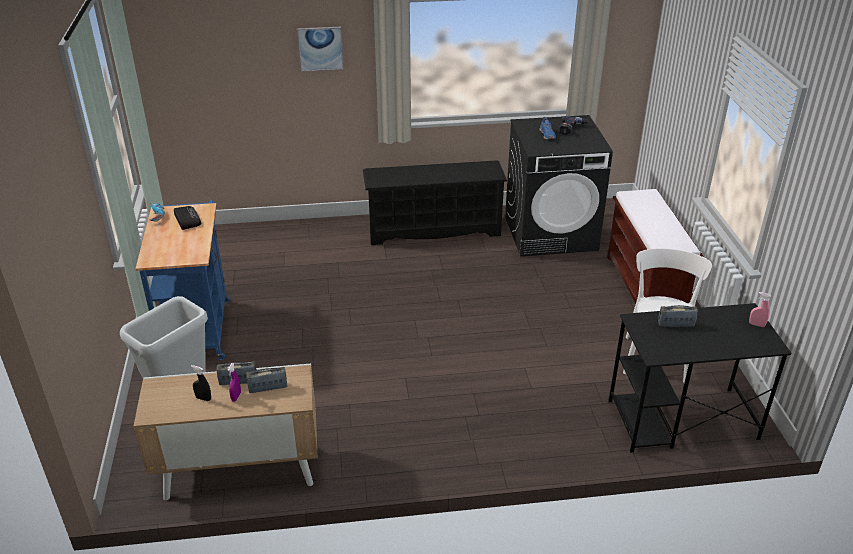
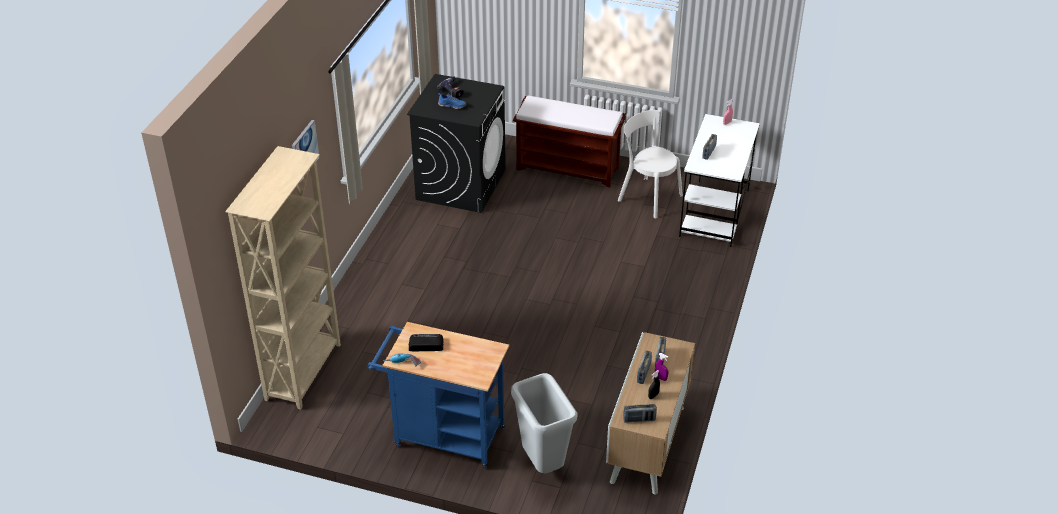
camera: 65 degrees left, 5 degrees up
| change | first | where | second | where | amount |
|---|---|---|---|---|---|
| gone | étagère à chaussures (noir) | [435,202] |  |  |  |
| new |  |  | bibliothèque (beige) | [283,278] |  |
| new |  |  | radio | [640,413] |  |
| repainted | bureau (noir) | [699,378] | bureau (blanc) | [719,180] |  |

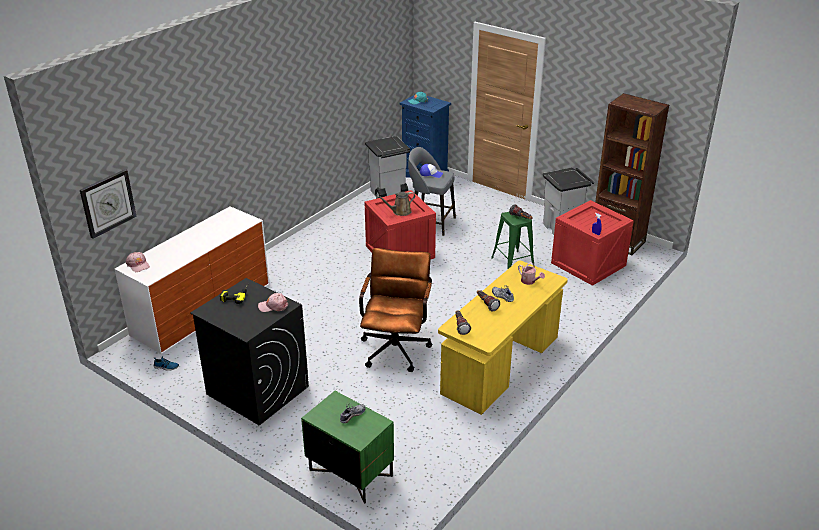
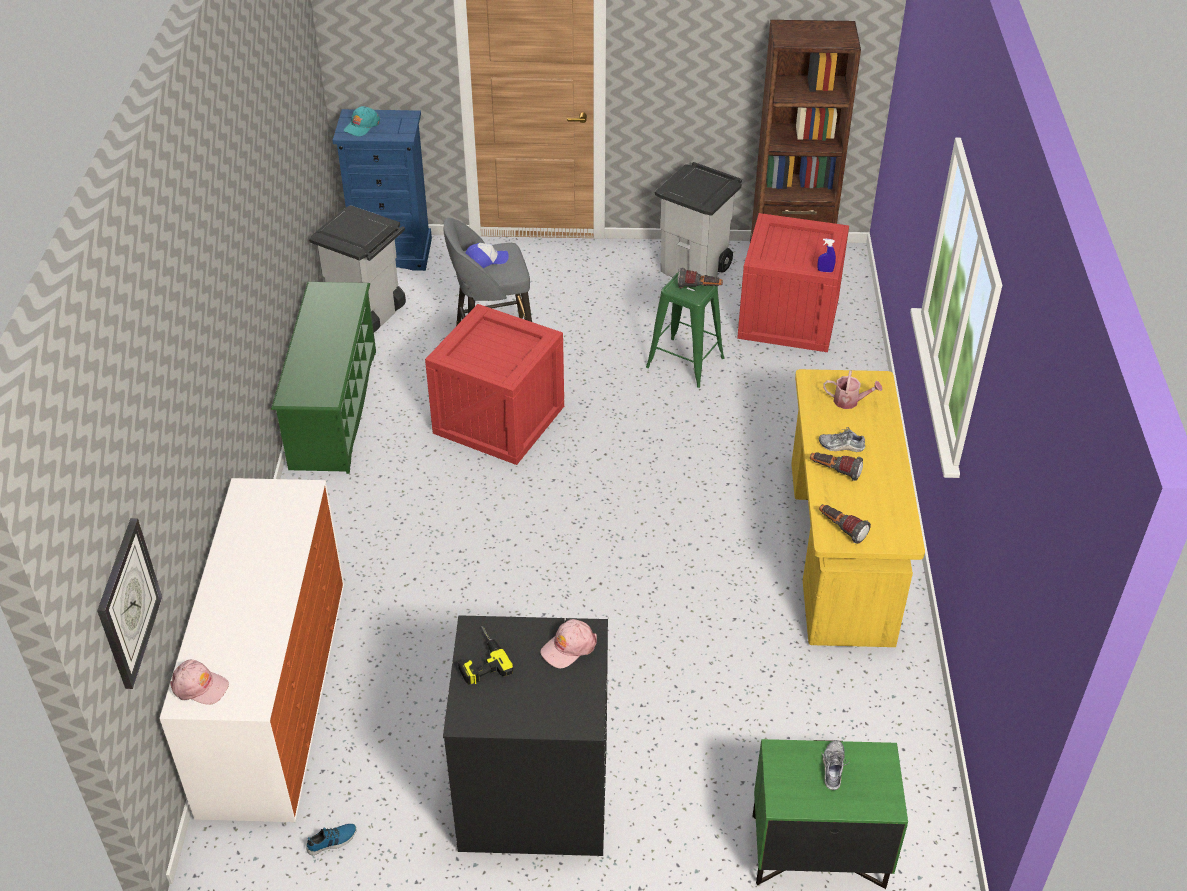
camera: 35 degrees left, 10 degrees up
| change | first | where | second | where | amount |
|---|---|---|---|---|---|
| gone | chaise de bureau (marron) | [396,310] |  |  |  |
| gone | arrosoir (marron) | [396,204] |  |  |  |
| new |  |  | étagère à chaussures (vert) | [323,378] |  |

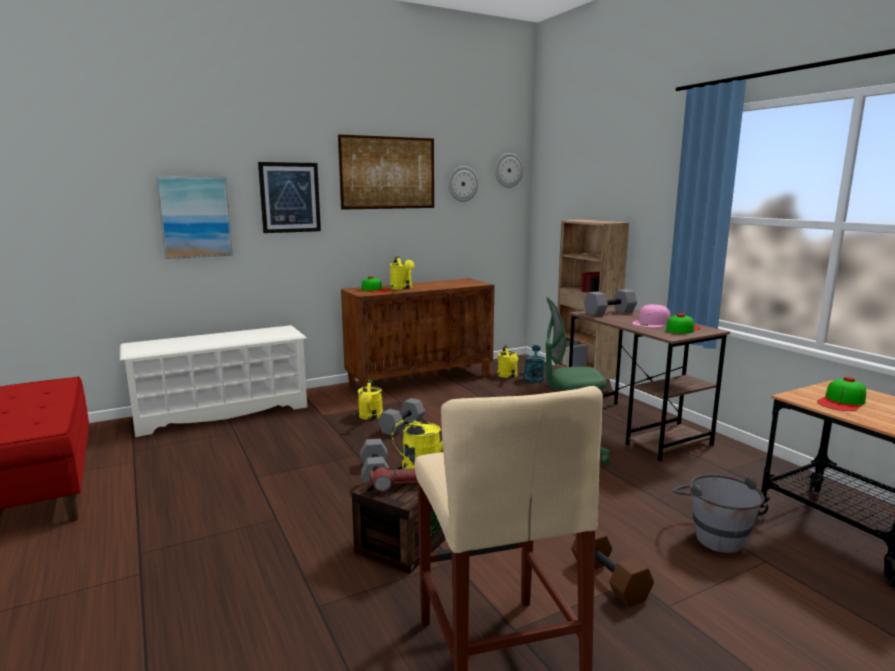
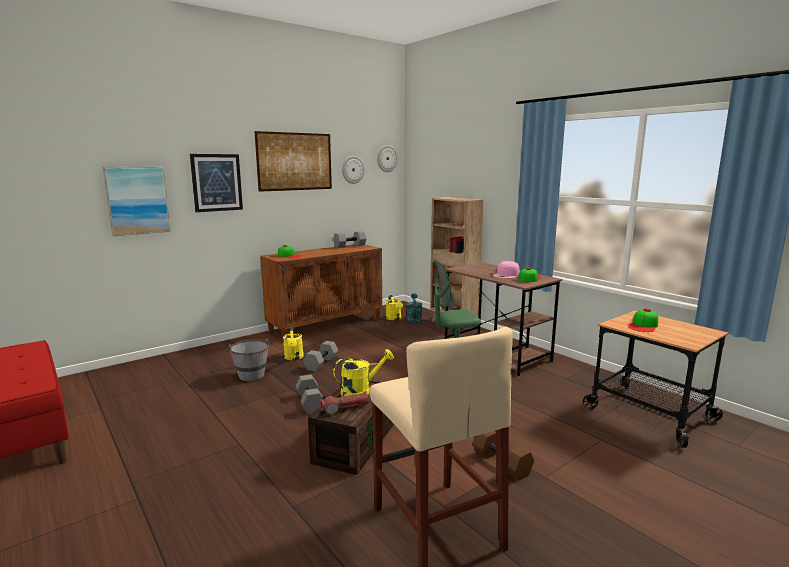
camera: 10 degrees left, 0 degrees up
| change | first | where | second | where | amount |
|---|---|---|---|---|---|
| gone | étagère à chaussures (blanc) | [213,381] |  |  |  |
| gone | arrosoir (jaune) | [402,273] |  |  |  |
| shifted | haltère (gris) | [610,302] |  | [349,239] |  |
| shifted | seau (gris) | [719,513] |  | [247,360] |  |

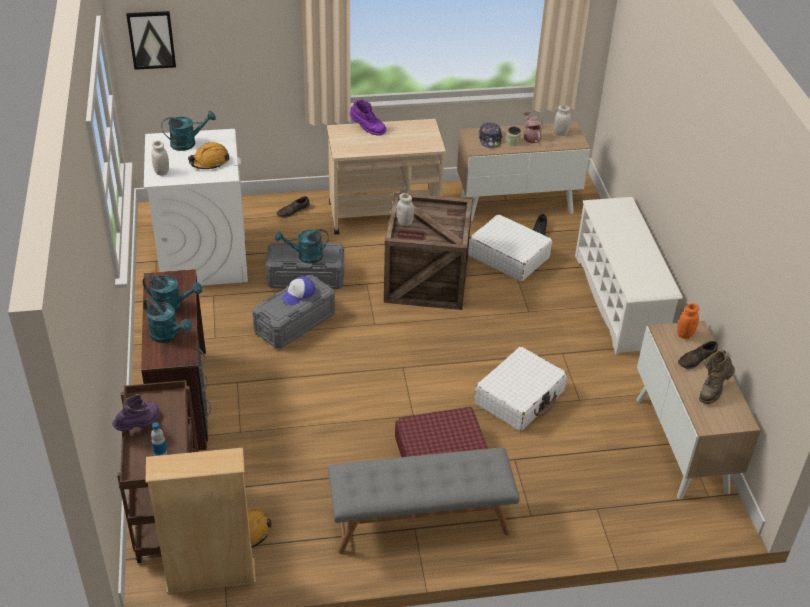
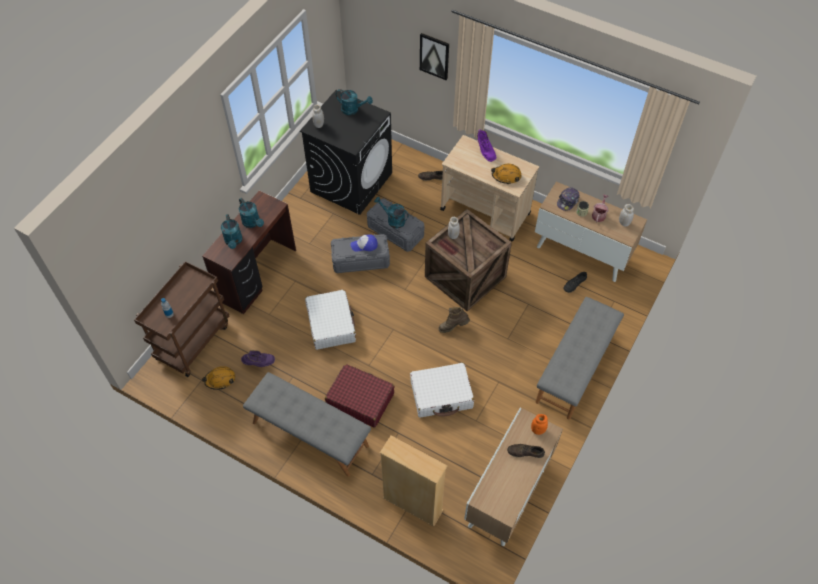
camera: 40 degrees right, 15 degrees up
| change | first | where | second | where | amount |
|---|---|---|---|---|---|
| shifted | botte (violet) | [136,412] |  | [258,358] |  |
| shifted | tableau | [151,40] |  | [434,56] |  |
| shifted | bibliothèque (beige) | [201,521] |  | [413,481] |  |
| shifted | casque de chantier (orange) | [209,155] |  | [506,174] |  |
| shifted | valise (blanc) | [510,247] |  | [330,320] |  |
| shifted | botte (marron) | [717,377] |  | [454,320] |  |
| swapped | étagère à chaussures (blanc) | [629,276] | banc (gris) | [580,358] |  |
| repainted | lave-linge (blanc) | [196,207] | lave-linge (noir) | [346,152] |  |

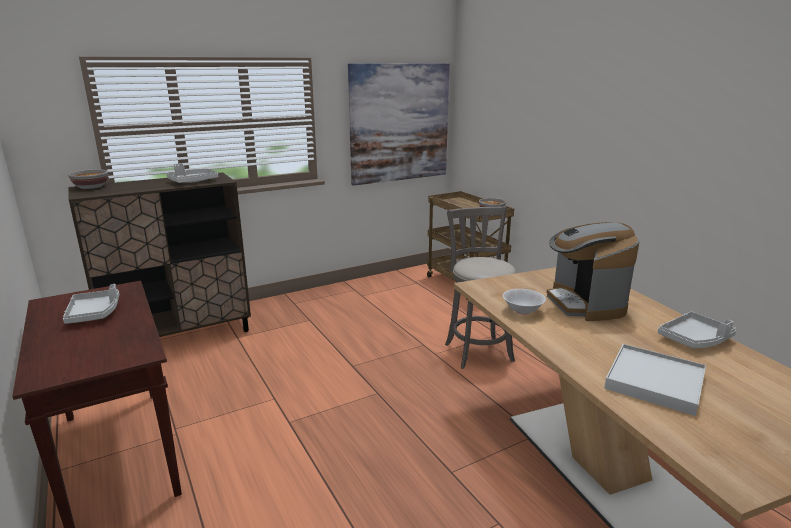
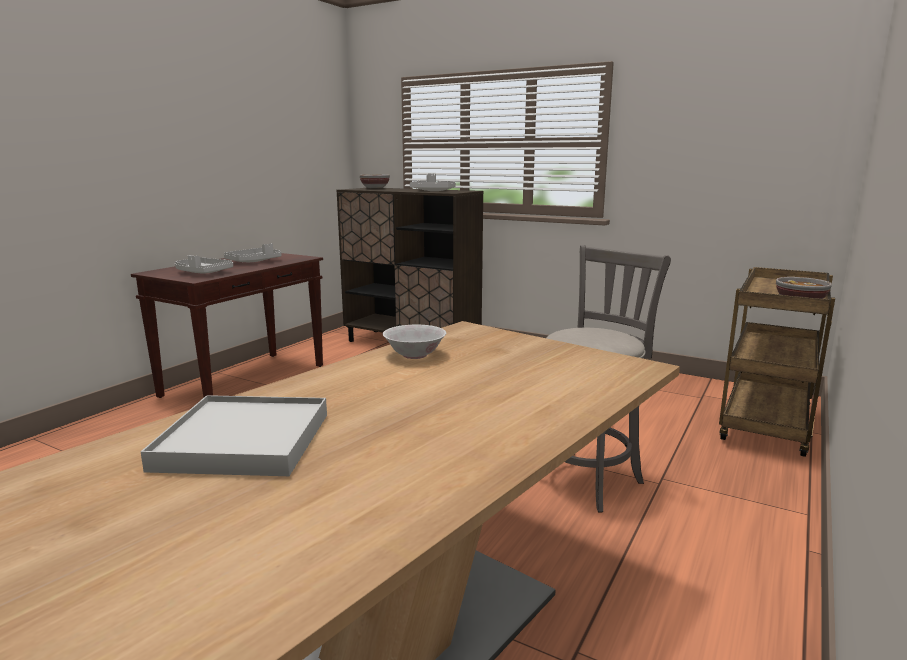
camera: 60 degrees right, 5 degrees down
| change | first | where | second | where | amount |
|---|---|---|---|---|---|
| gone | tableau | [399,124] |  |  |  |
| gone | machine à café | [593,271] |  |  |  |
| shifted | plateau (gris) | [697,330] |  | [204,264] |  |

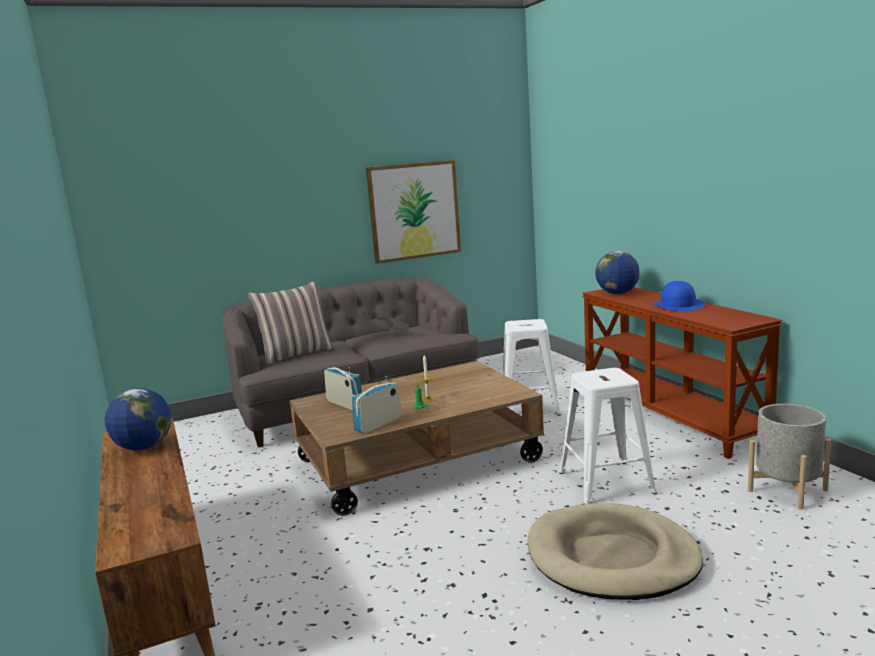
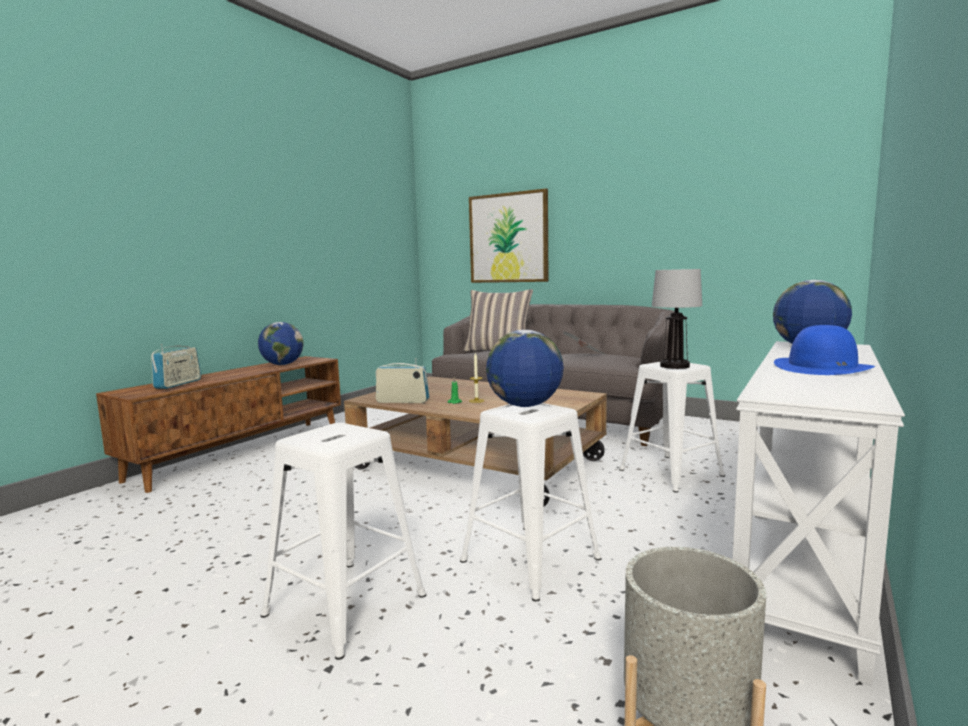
camera: 55 degrees right, 5 degrees down
| change | first | where | second | where | amount |
|---|---|---|---|---|---|
| new |  |  | globe | [525,368] |  |
| new |  |  | lampe de table | [677,319] |  |
| shifted | radio | [343,388] |  | [176,366] |  |
| shifted | tableau | [413,212] |  | [508,235] |  |
| swapped | panier pour chien (beige) | [615,551] | tabouret (blanc) | [343,541] |  |
| repainted | table console (marron) | [682,373] | table console (blanc) | [818,513] |  |

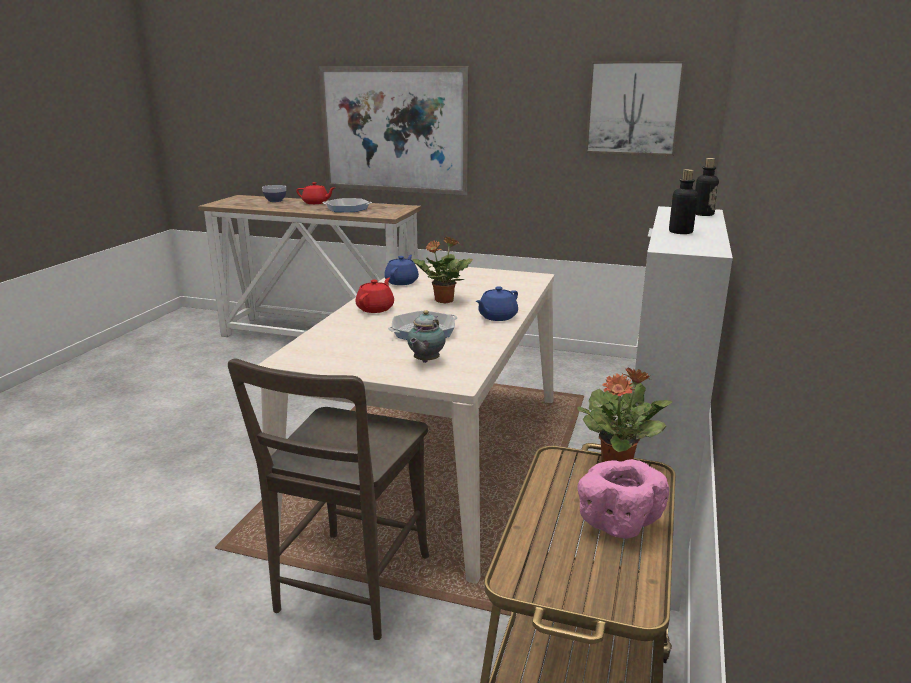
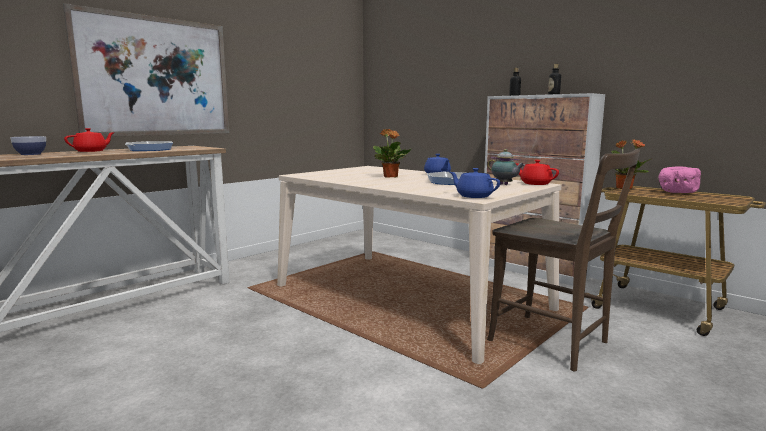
camera: 65 degrees left, 10 degrees down
| change | first | where | second | where | amount |
|---|---|---|---|---|---|
| gone | tableau | [635,108] |  |  |  |
| shifted | théière (rouge) | [374,295] |  | [537,172] |  |
| shifted | théière (bleu) | [401,270] |  | [475,183] |  |

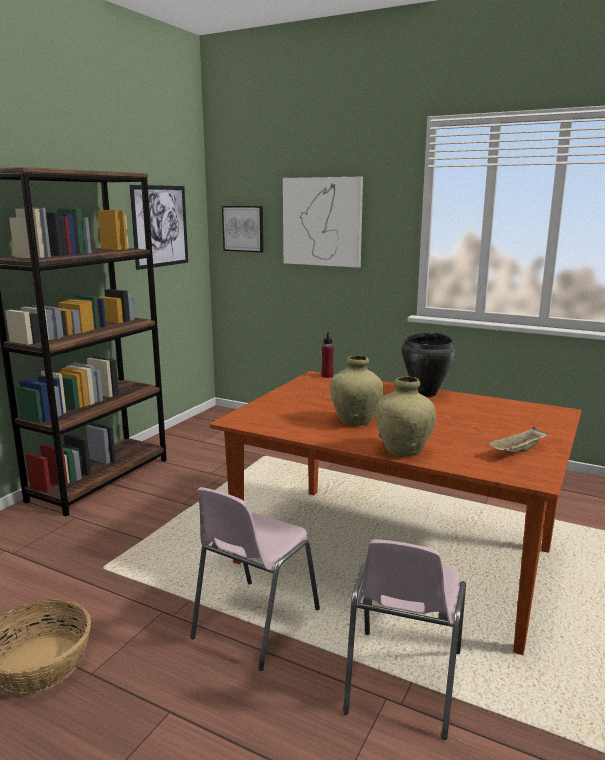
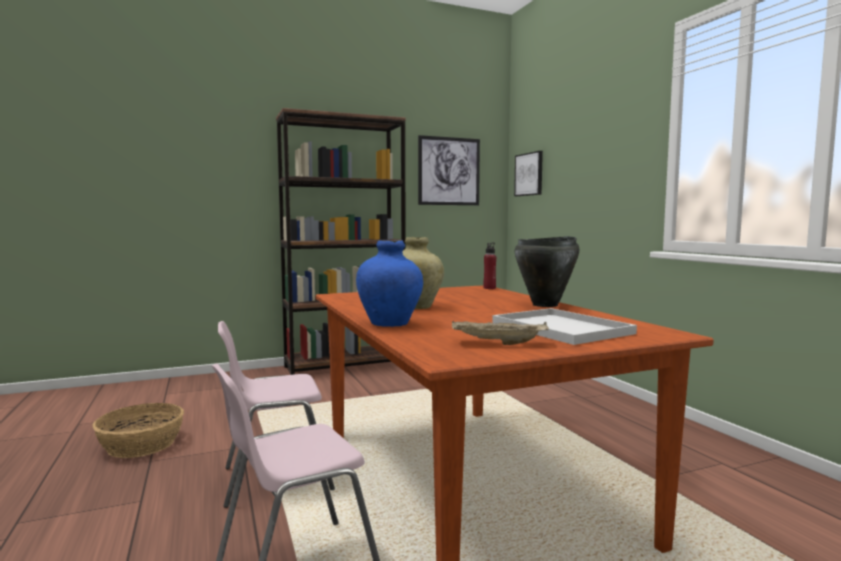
camera: 40 degrees right, 10 degrees down
| change | first | where | second | where | amount |
|---|---|---|---|---|---|
| gone | tableau | [323,222] |  |  |  |
| new |  |  | plateau (blanc) | [565,326] |  |
| repainted | vase (beige) | [405,416] | vase (bleu) | [389,283] |  |

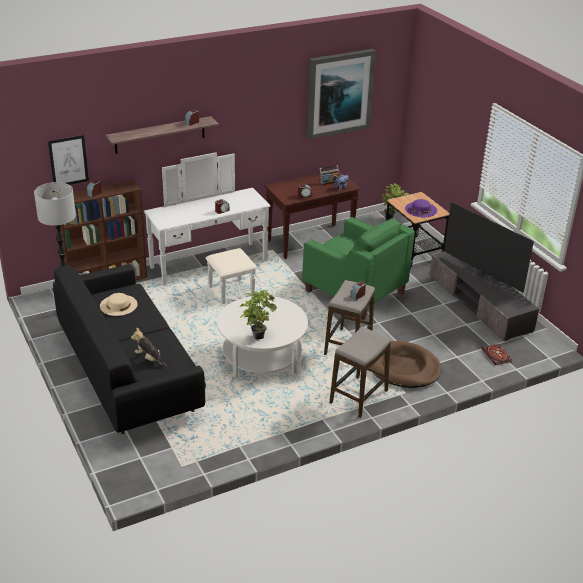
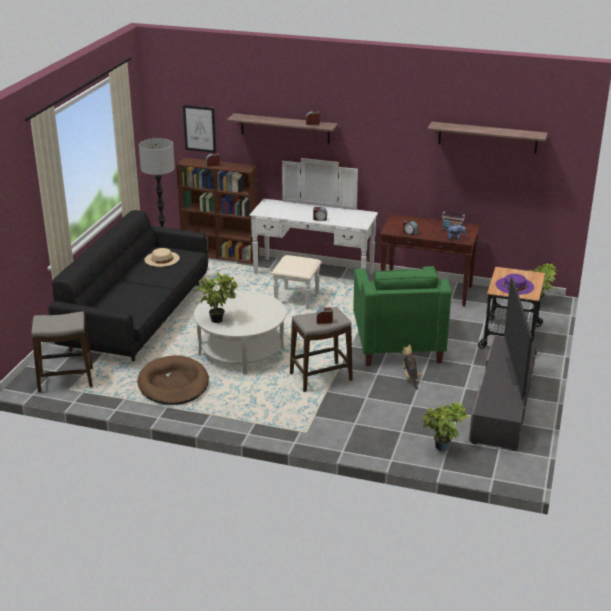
camera: 45 degrees right, 5 degrees down
| change | first | where | second | where | amount |
|---|---|---|---|---|---|
| shifted | peluche | [149,347] |  | [412,367] |  |
| shifted | tabouret | [360,372] |  | [62,352] |  |
| shifted | panier pour chien (marron) | [406,364] |  | [173,380] |  |
| swapped | tableau | [341,94] | étagère | [487,138] |  |
| swapped | livre | [496,354] | plante en pot | [445,427] |  |

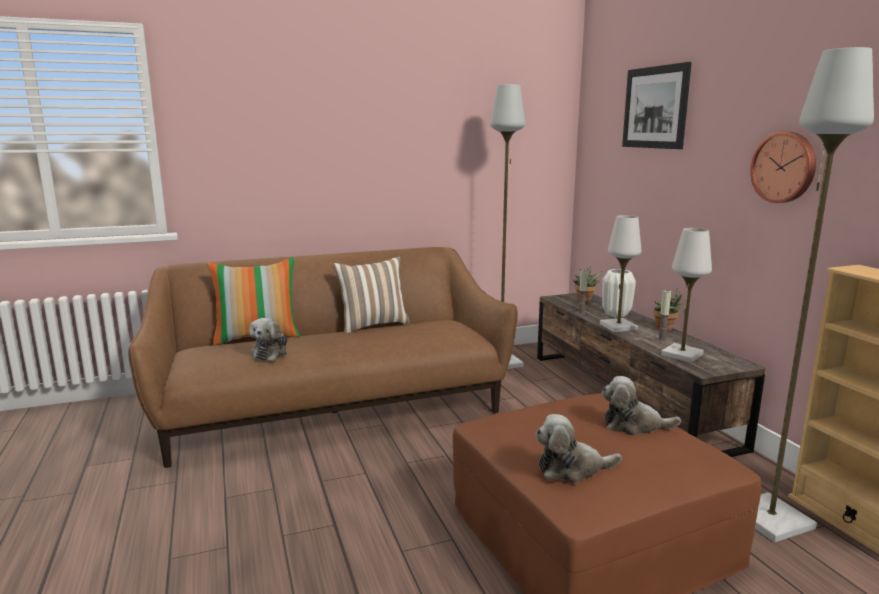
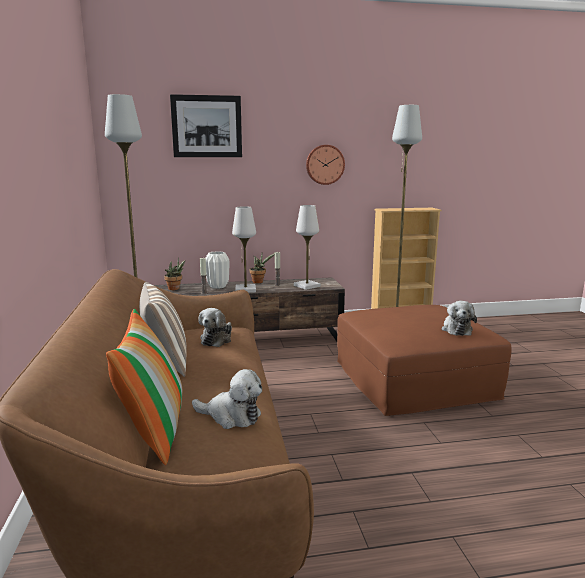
camera: 80 degrees left, 0 degrees up
| change | first | where | second | where | amount |
|---|---|---|---|---|---|
| shifted | peluche | [641,406] |  | [215,327] |  |

